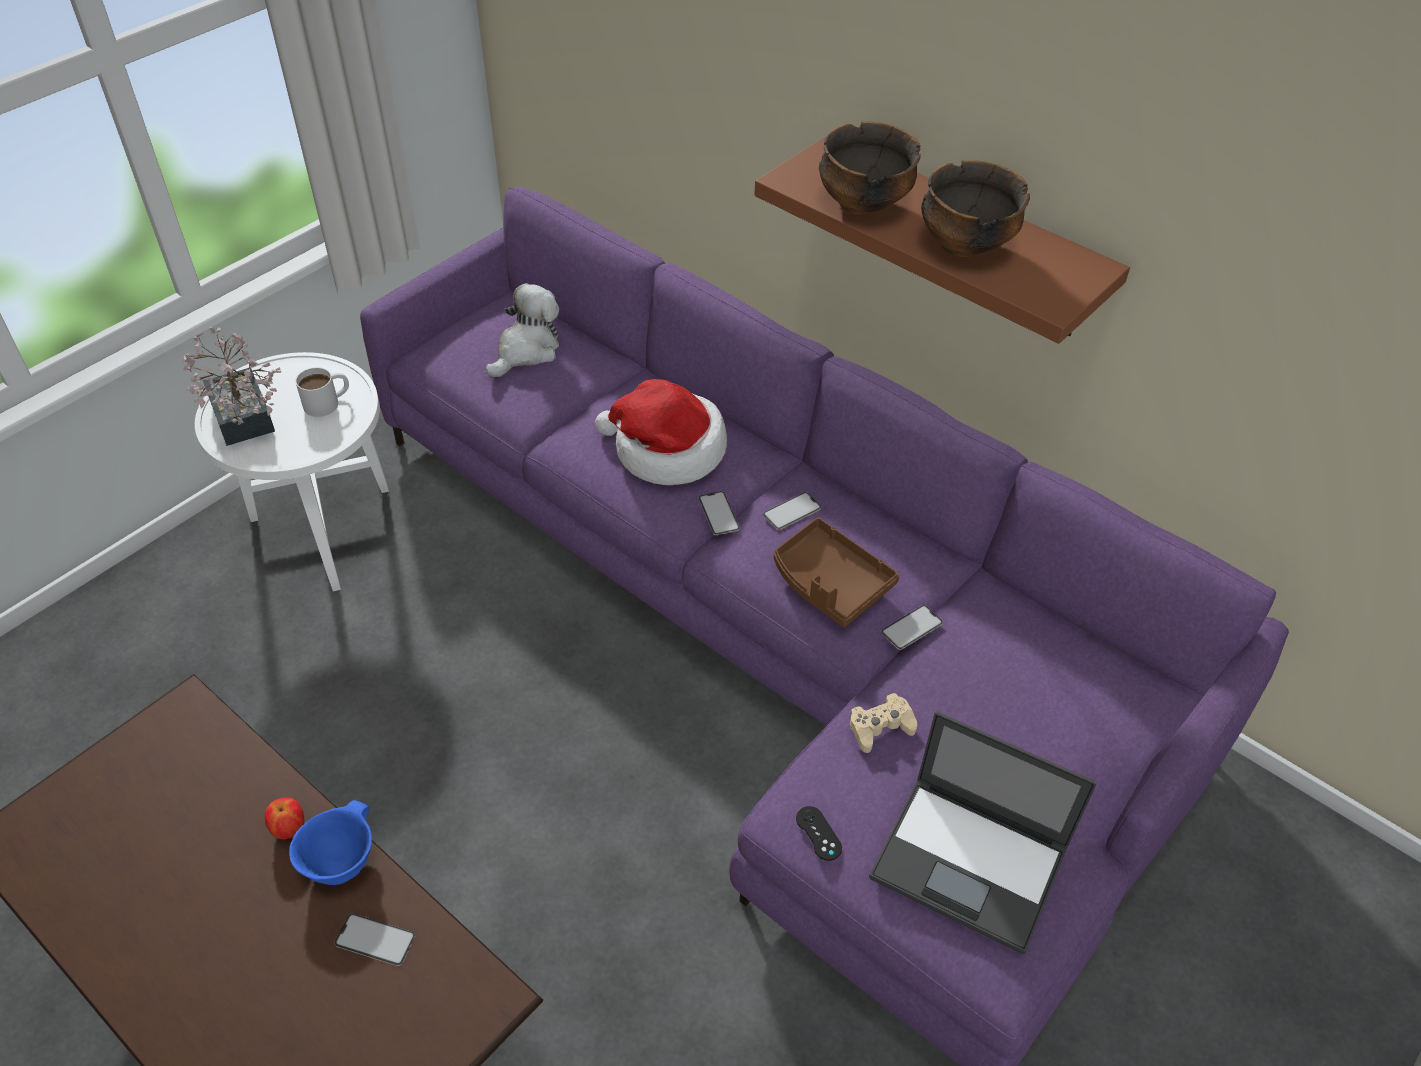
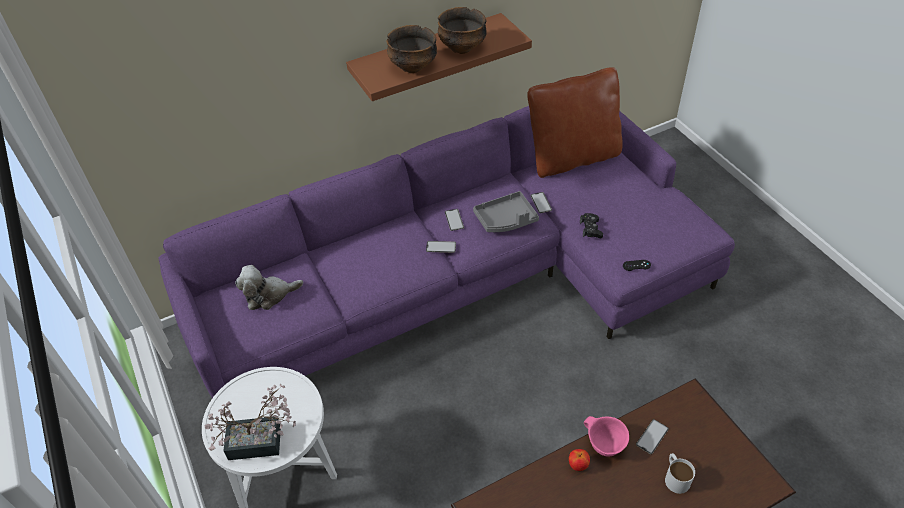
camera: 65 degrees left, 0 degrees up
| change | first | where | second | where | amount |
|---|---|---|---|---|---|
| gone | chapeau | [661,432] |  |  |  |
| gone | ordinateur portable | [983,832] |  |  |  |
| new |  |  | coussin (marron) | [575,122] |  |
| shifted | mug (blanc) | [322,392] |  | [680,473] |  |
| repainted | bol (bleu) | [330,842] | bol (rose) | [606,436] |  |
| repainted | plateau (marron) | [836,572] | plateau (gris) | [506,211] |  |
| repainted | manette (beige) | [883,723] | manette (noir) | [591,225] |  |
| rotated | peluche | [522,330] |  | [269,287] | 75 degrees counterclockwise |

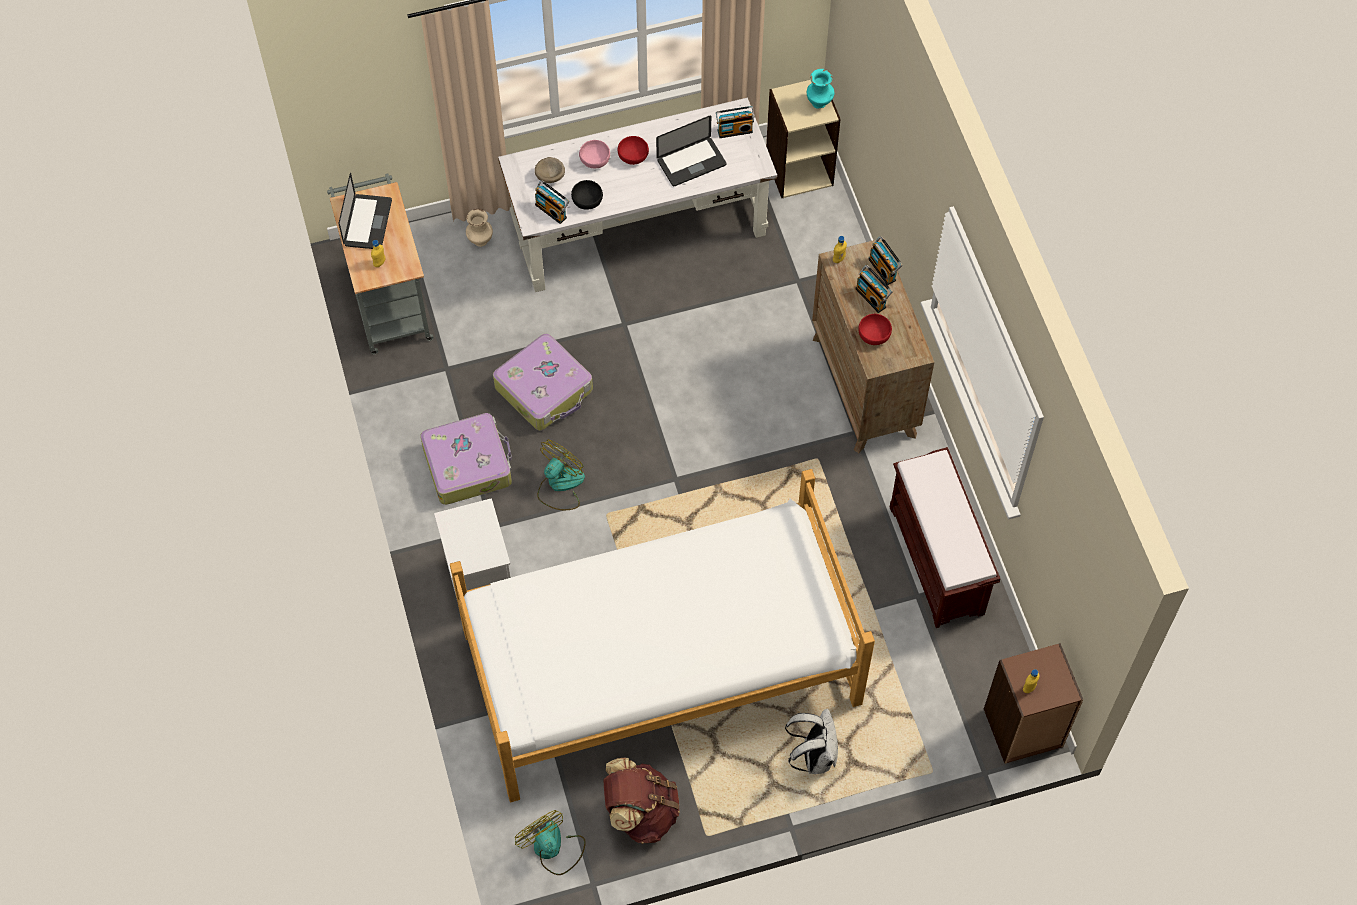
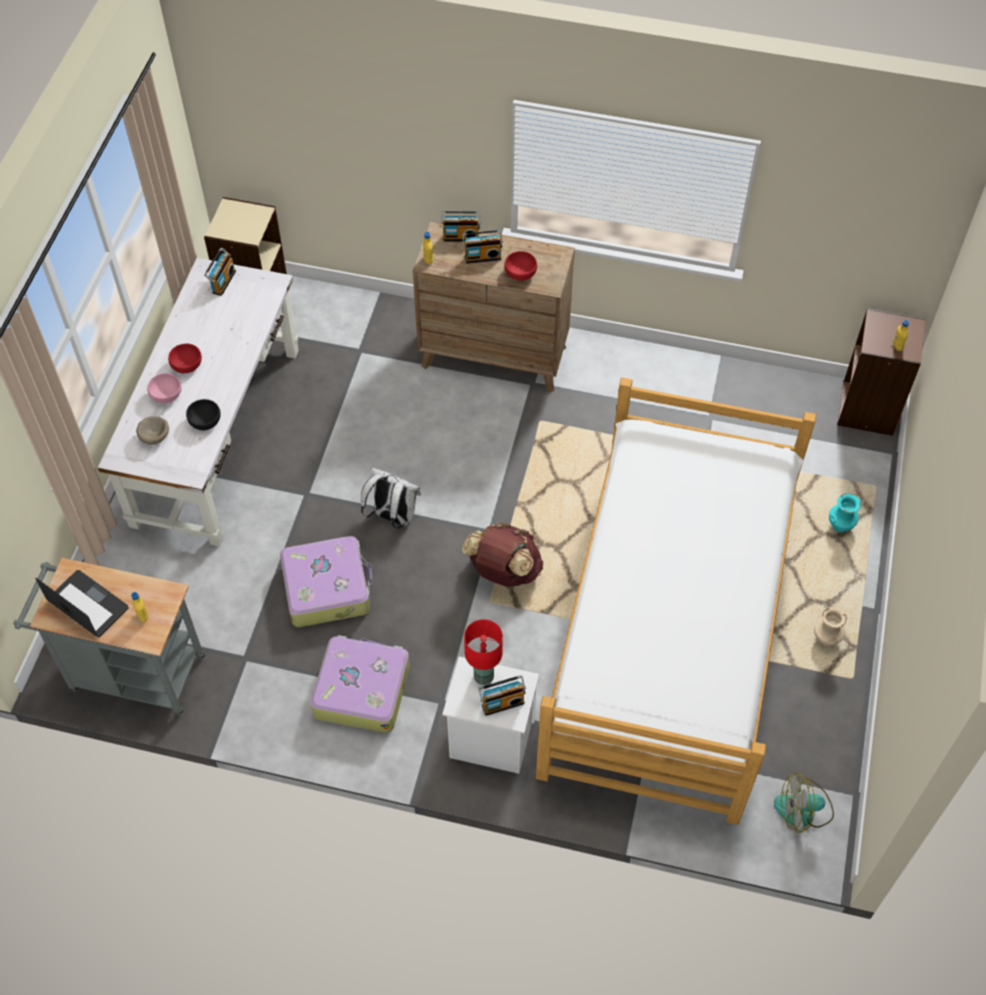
camera: 60 degrees left, 5 degrees down
| change | first | where | second | where | amount |
|---|---|---|---|---|---|
| gone | ventilateur | [561,474] |  |  |  |
| gone | ordinateur portable | [691,151] |  |  |  |
| gone | banc (marron) | [945,537] |  |  |  |
| new |  |  | lampe de table (rouge) | [483,652] |  |
| shifted | vase (beige) | [479,228] |  | [830,626] |  |
| shifted | radio | [552,202] |  | [502,695] |  |
| shifted | sac à dos (marron) | [641,801] |  | [502,555] |  |
| shifted | sac à dos (blanc) | [811,741] |  | [391,498] |  |
| shifted | vase (turquoise) | [820,89] |  | [845,512] |  |

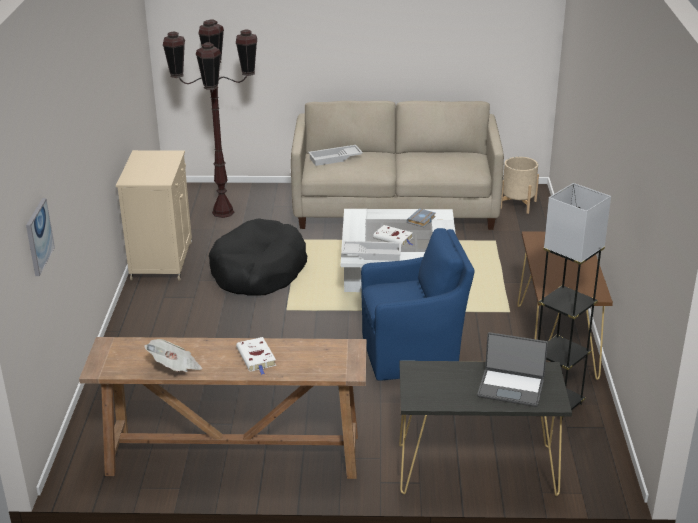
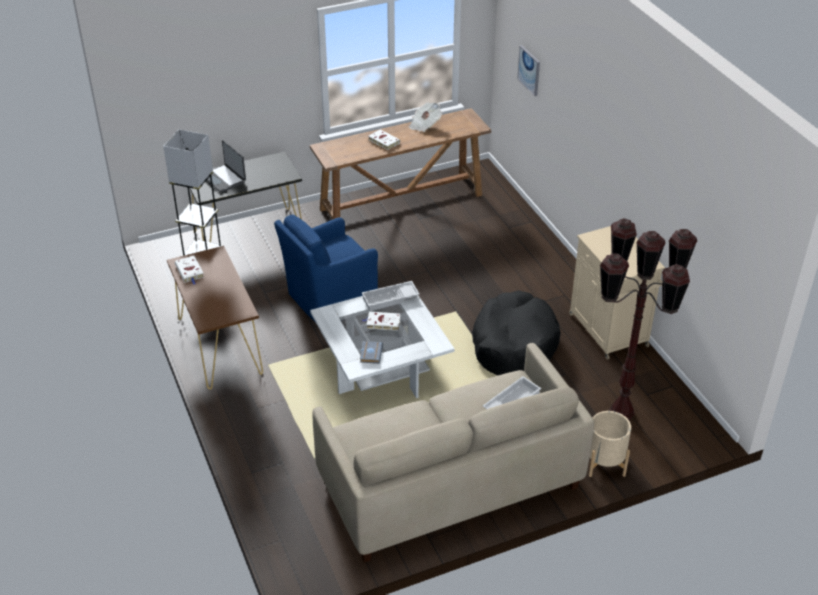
camera: 155 degrees right, 10 degrees up
| change | first | where | second | where | amount |
|---|---|---|---|---|---|
| new |  |  | livre (blanc) | [189,270] |  |
| shifted | cache-pot (beige) | [520,185] |  | [610,444] |  |
| rotated | ordinateur portable | [512,369] |  | [226,166] | 120 degrees counterclockwise |

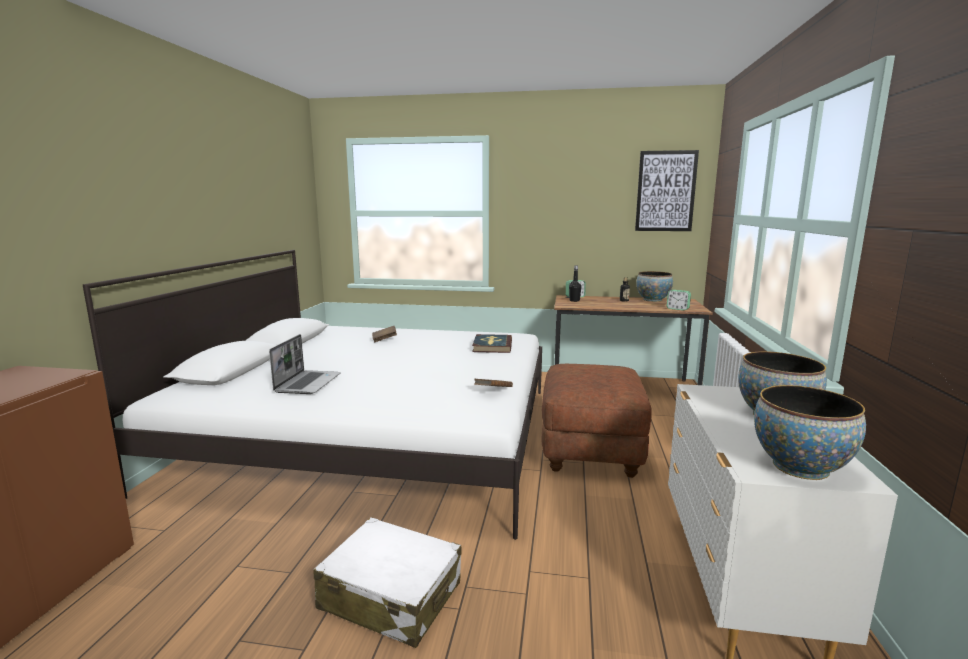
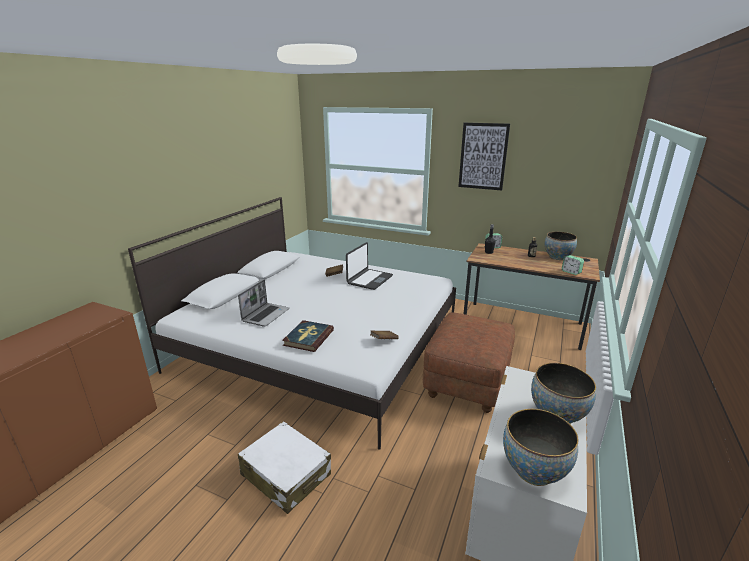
camera: 15 degrees right, 10 degrees up
| change | first | where | second | where | amount |
|---|---|---|---|---|---|
| new |  |  | ordinateur portable | [369,266] |  |
| shifted | livre | [492,343] |  | [308,336] |  |
| shifted | tableau | [667,190] |  | [484,156] |  |

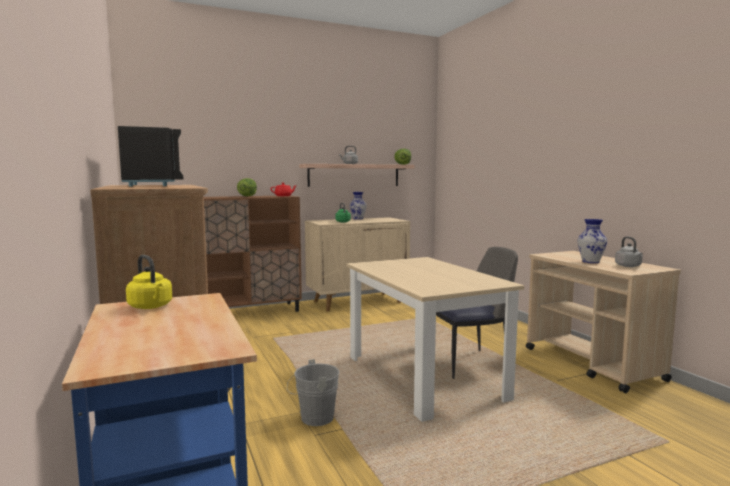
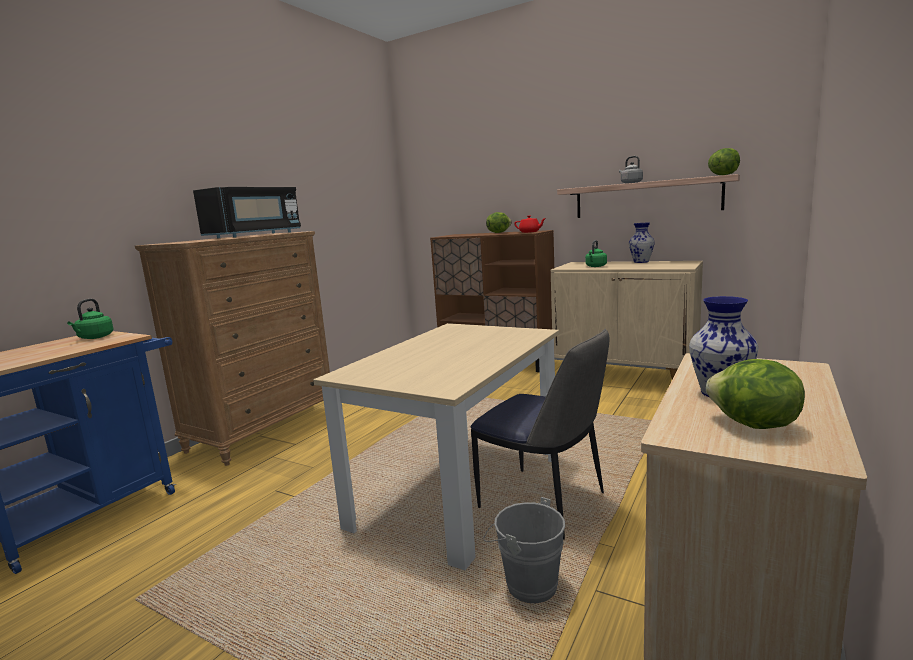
camera: 55 degrees right, 5 degrees up
| change | first | where | second | where | amount |
|---|---|---|---|---|---|
| shifted | seau (gris) | [313,392] |  | [524,550] |  |
| swapped | bouilloire (gris) | [629,252] | laitue | [755,394] |  |
| repainted | bouilloire (jaune) | [149,282] | bouilloire (vert) | [90,319] |  |

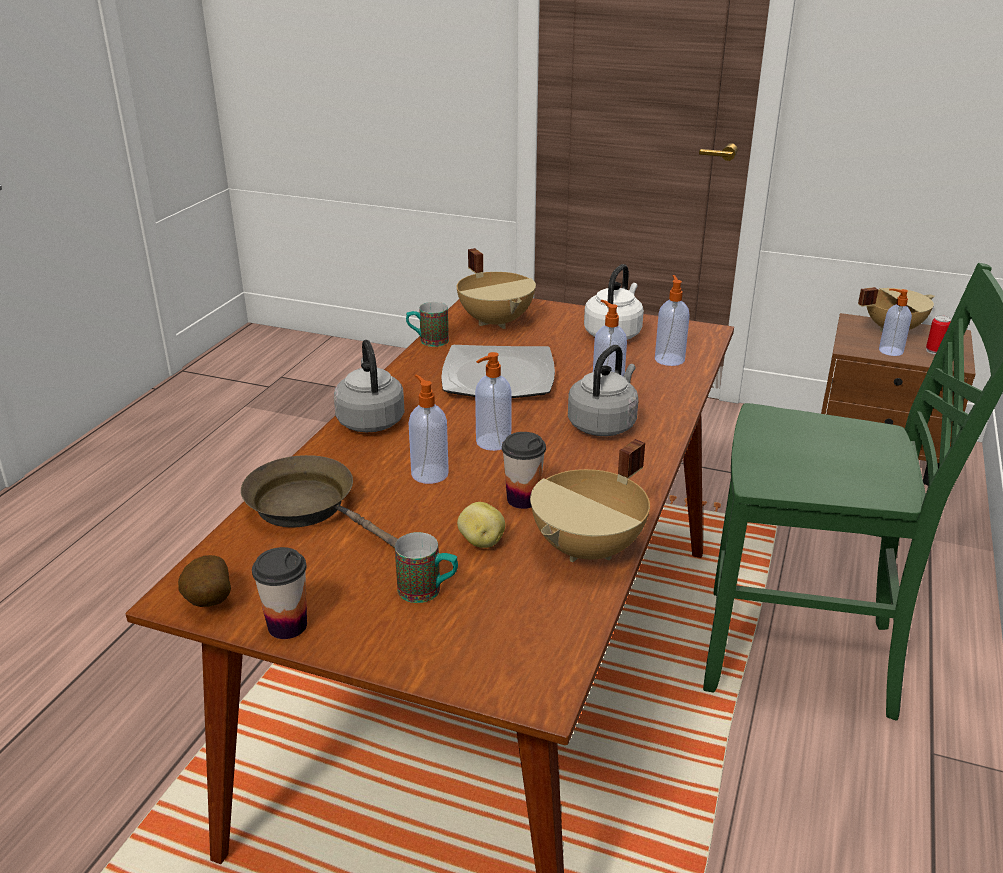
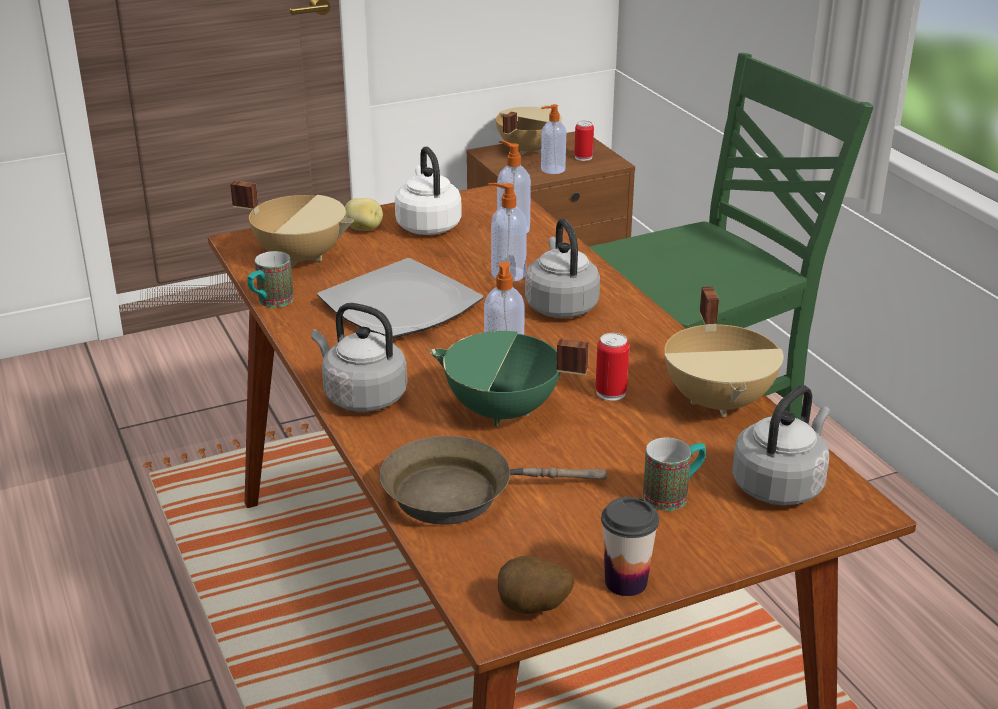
camera: 45 degrees left, 0 degrees up
| change | first | where | second | where | amount |
|---|---|---|---|---|---|
| new |  |  | bouilloire (gris) | [781,445] |  |
| shifted | pomme de terre | [481,525] |  | [364,214] |  |
| swapped | distributeur de savon | [429,429] | marmite (vert) | [509,378] |  |
| swapped | tasse | [524,470] | boîte métallique | [613,367] |  |

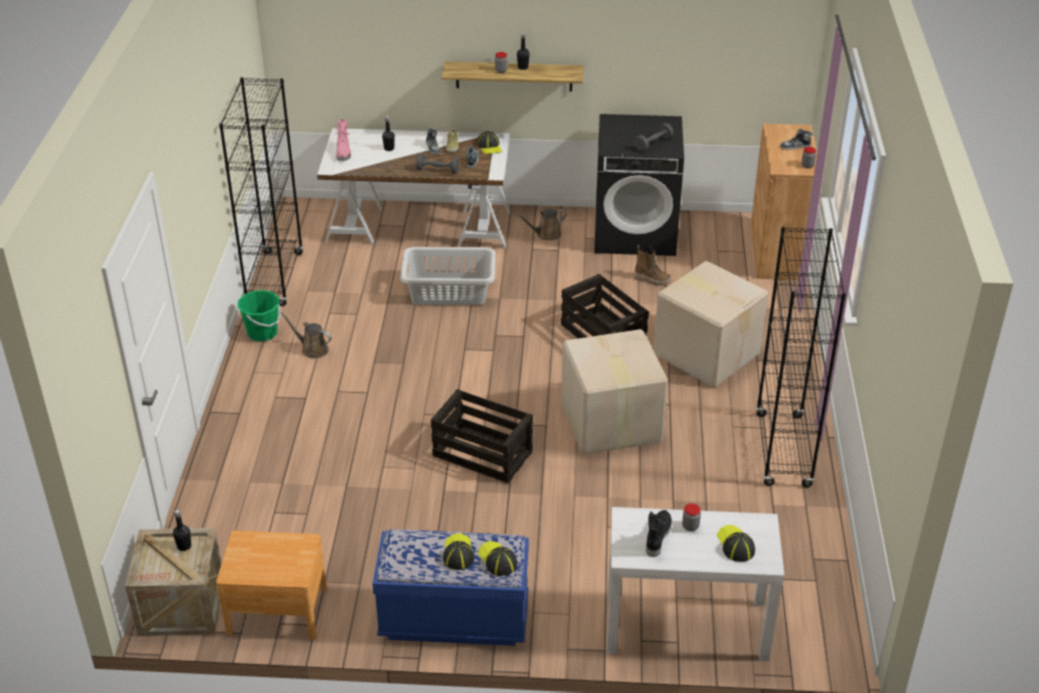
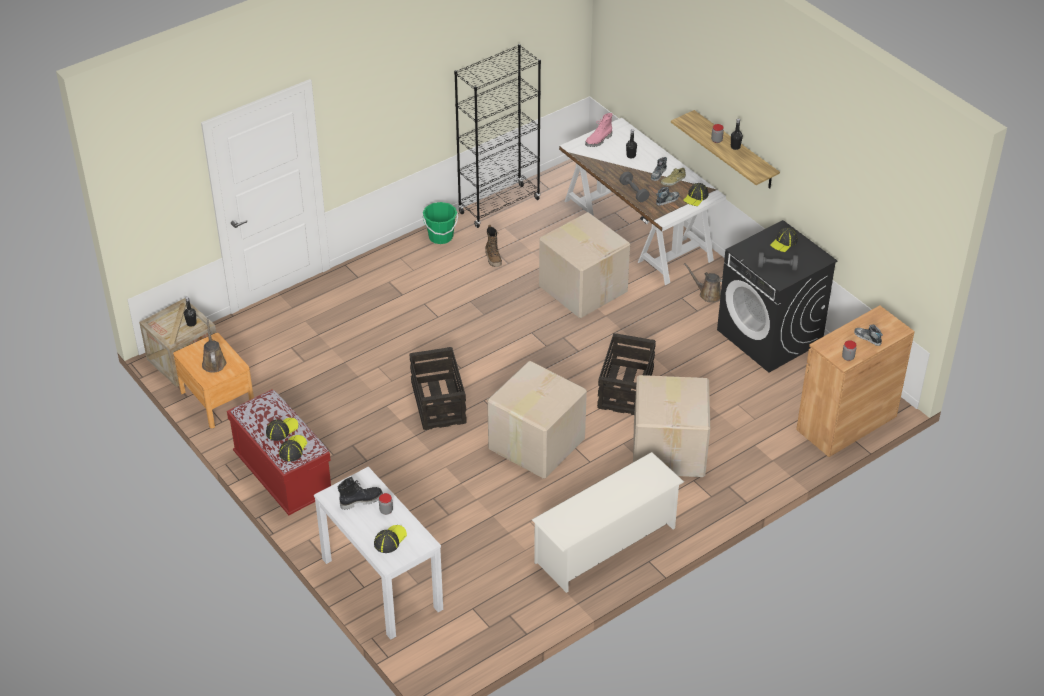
camera: 50 degrees right, 5 degrees up
| change | first | where | second | where | amount |
|---|---|---|---|---|---|
| new |  |  | casquette | [784,239] |  |
| shifted | arrosoir (marron) | [306,335] |  | [214,345] |  |
| shifted | botte | [652,265] |  | [493,246] |  |
| swapped | panier à linge (gris) | [448,276] | carton | [584,265] |  |
| swapped | bibliothèque (noir) | [800,357] | étagère à chaussures (blanc) | [608,522] |  |
| repainted | banc (bleu) | [450,587] | banc (rouge) | [279,452] |  |

